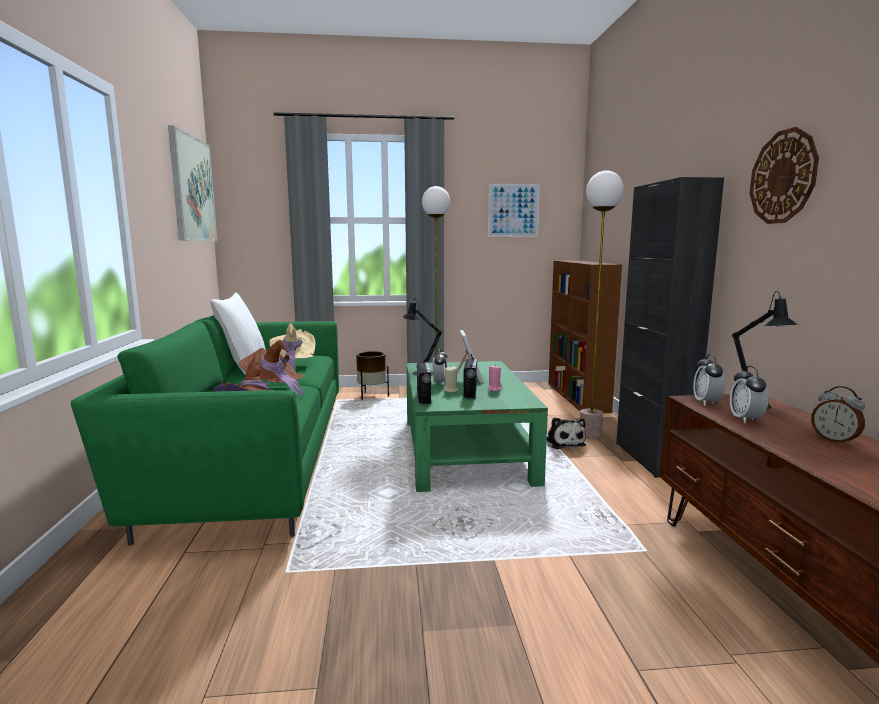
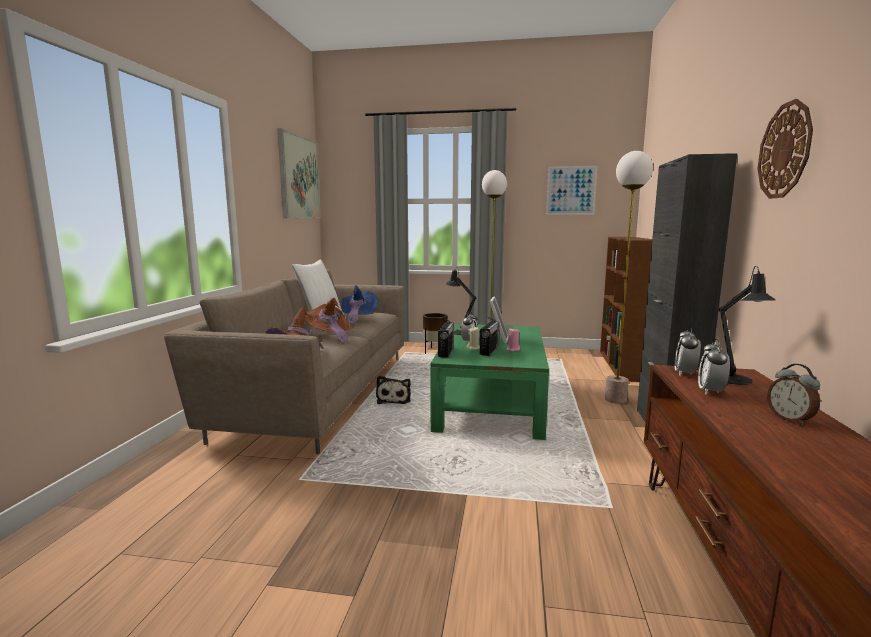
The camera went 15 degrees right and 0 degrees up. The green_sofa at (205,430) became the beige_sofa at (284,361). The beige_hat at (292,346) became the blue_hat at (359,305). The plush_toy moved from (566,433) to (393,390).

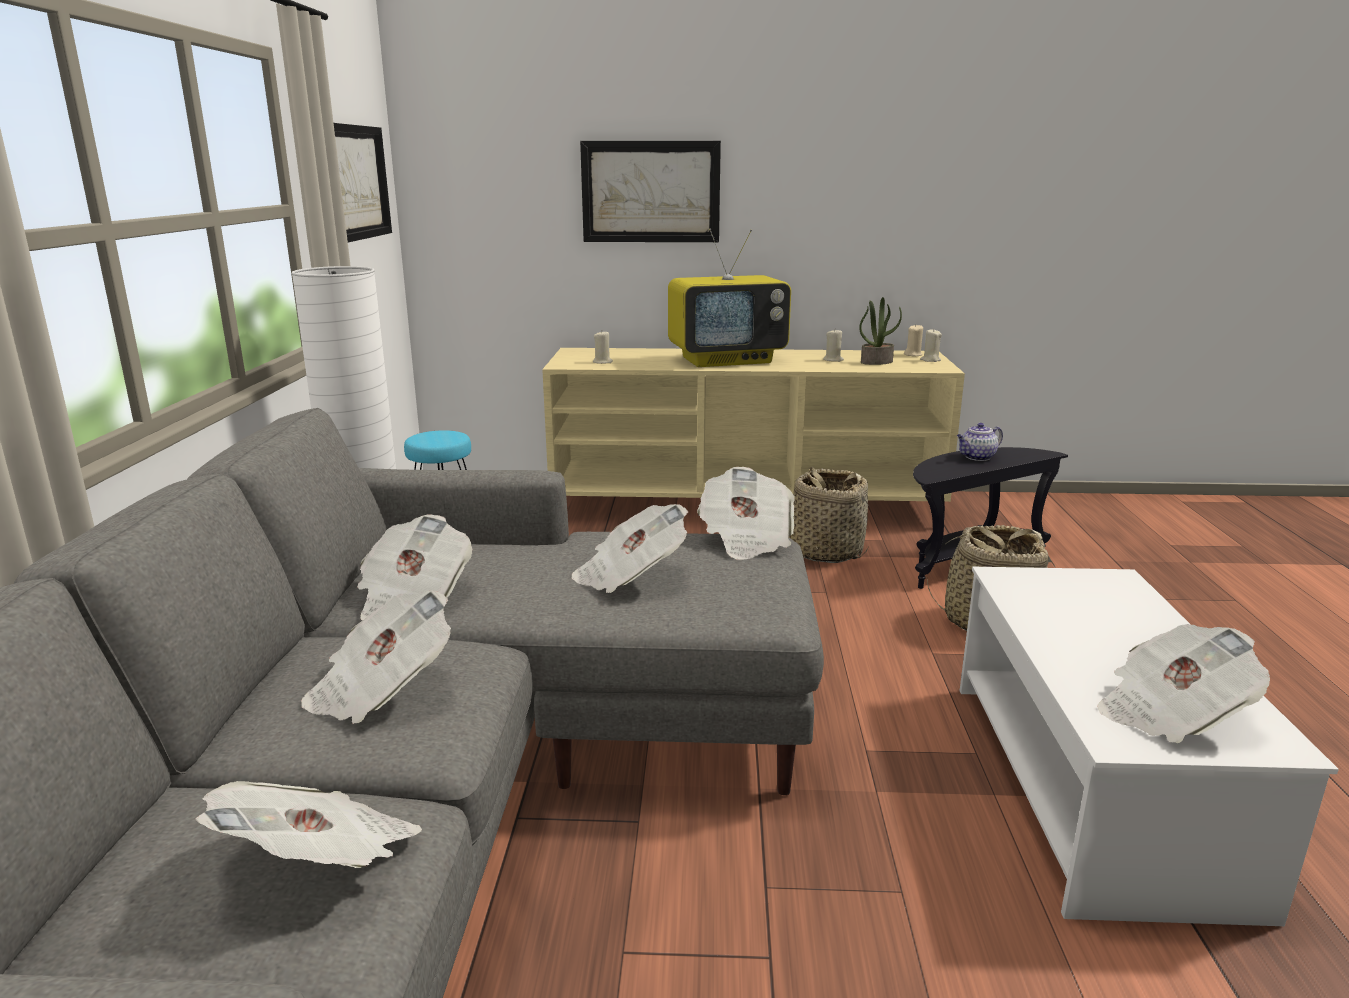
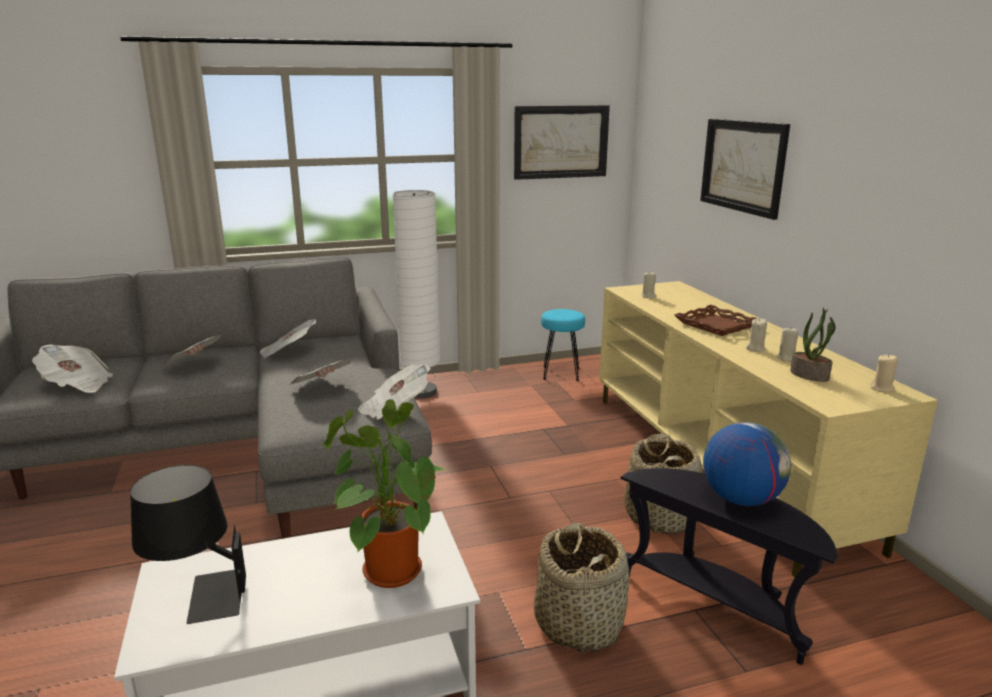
The camera went 70 degrees right and 0 degrees up. The television at (729,298) was replaced by the brown_tray at (715,320). The beige_candle moved from (931,345) to (756,335). The teapot at (980,442) was replaced by the globe at (747,464). The newspaper at (1183,683) was replaced by the black_table_lamp at (188,544). The potted_plant at (386,493) appeared.

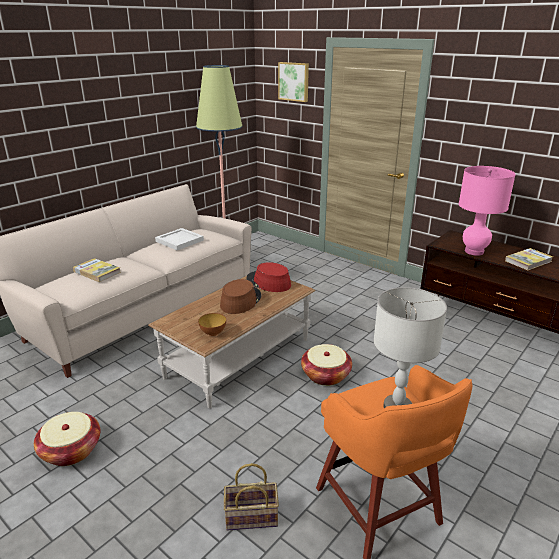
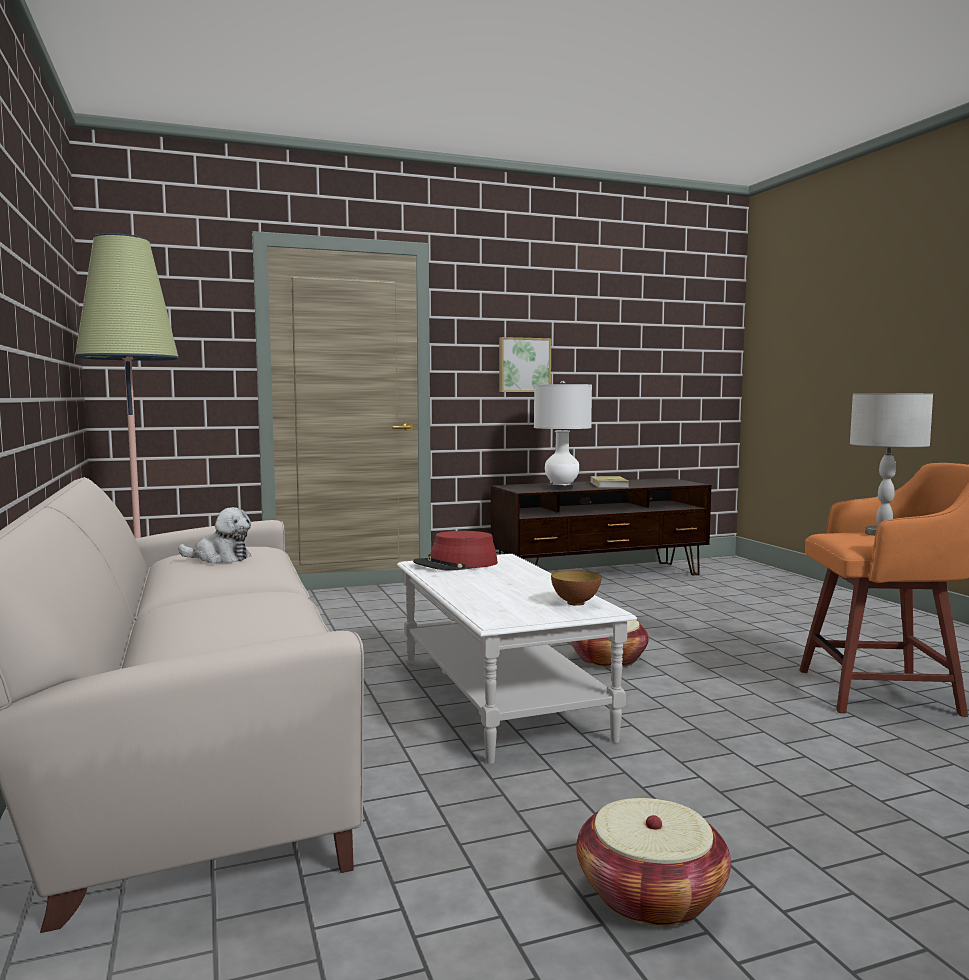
The camera went 60 degrees left and 20 degrees down. The picture moved from (293,82) to (525,364). The pink_table_lamp at (487,211) became the white_table_lamp at (563,435). The white_tray at (179,239) was replaced by the plush_toy at (214,535). The book at (97,270) disappeared. The brown_coffee_table at (232,342) became the white_coffee_table at (517,659). The brown_hat at (240,296) disappeared. The basket at (251,496) disappeared.

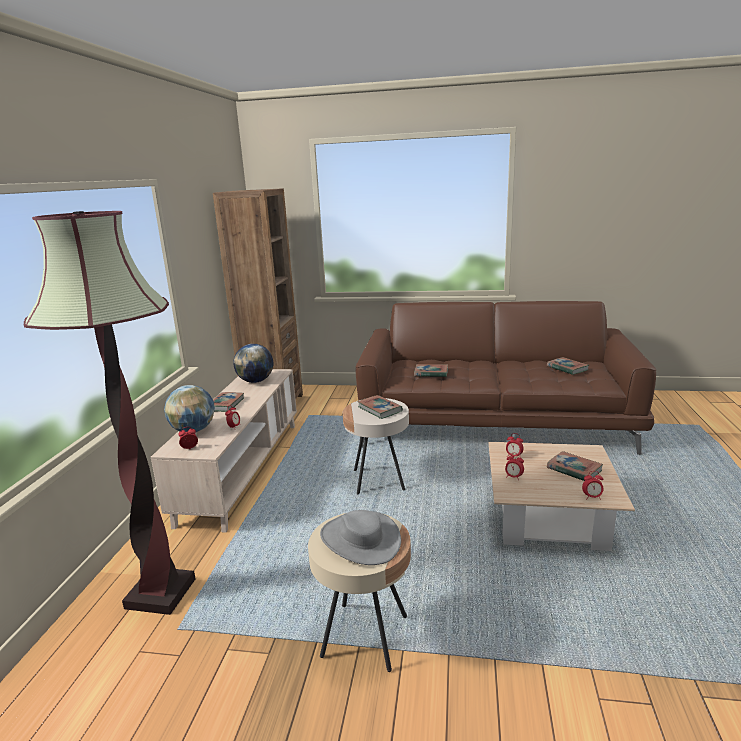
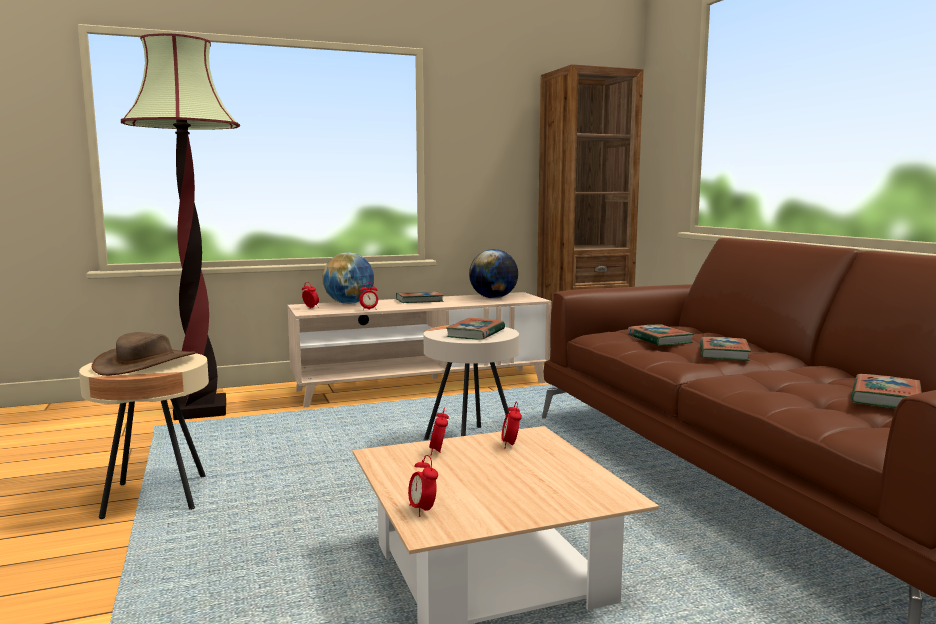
The camera went 60 degrees right and 10 degrees down. The book moved from (575,466) to (725,349). The grey_hat at (360,537) became the brown_hat at (144,354).

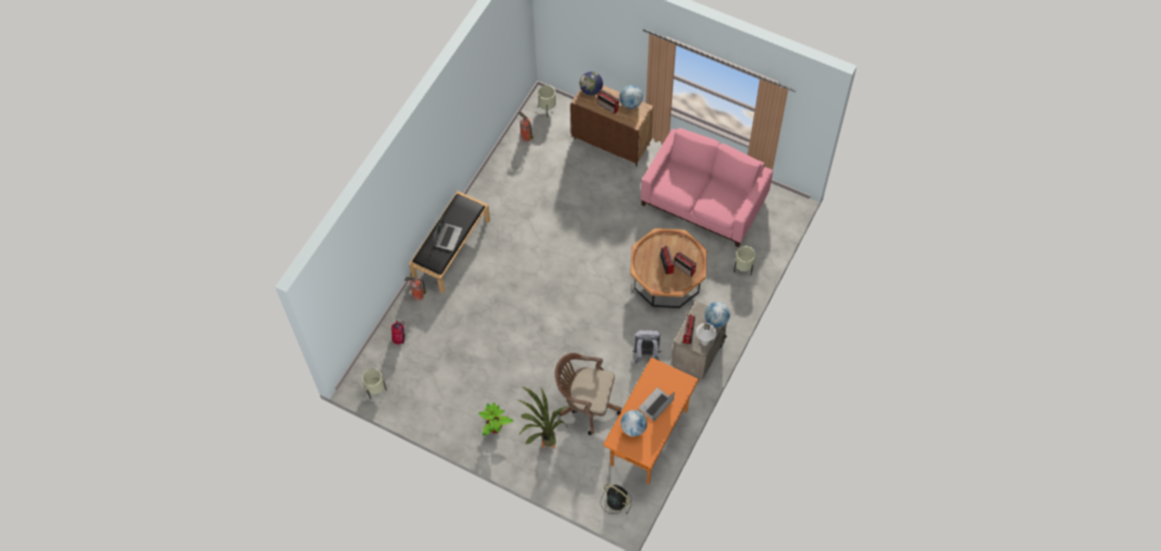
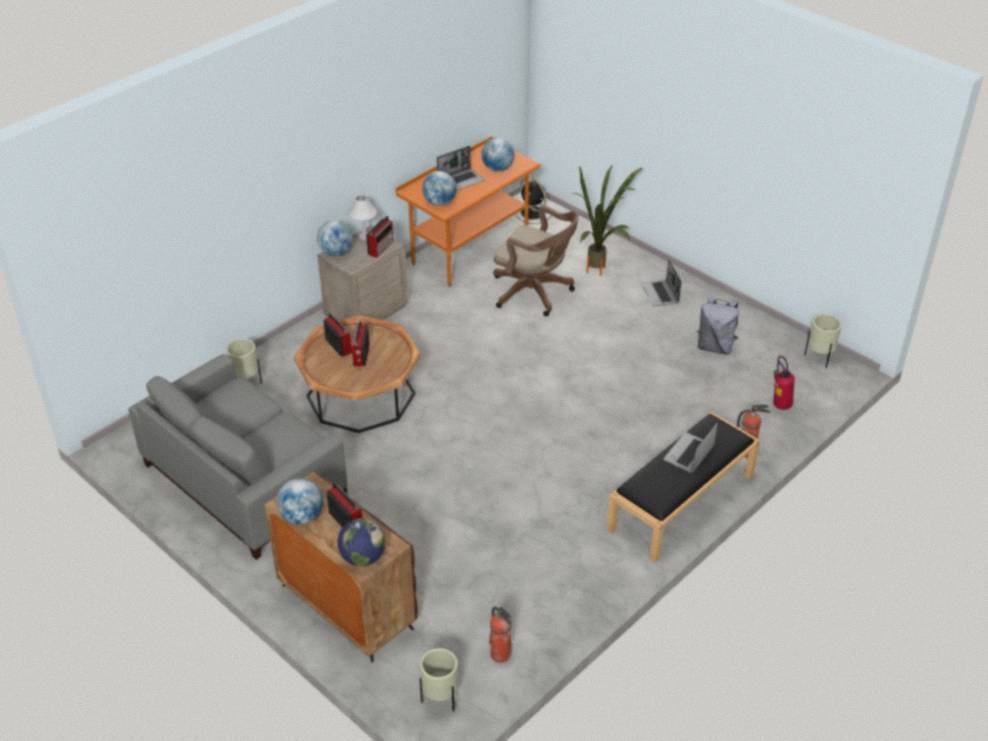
The camera went 165 degrees left and 20 degrees down. The pink_sofa at (707,188) became the grey_sofa at (238,457). The grey_backpack moved from (646,347) to (718,325). The potted_plant at (496,419) was replaced by the laptop at (661,282). The globe at (439,188) appeared.

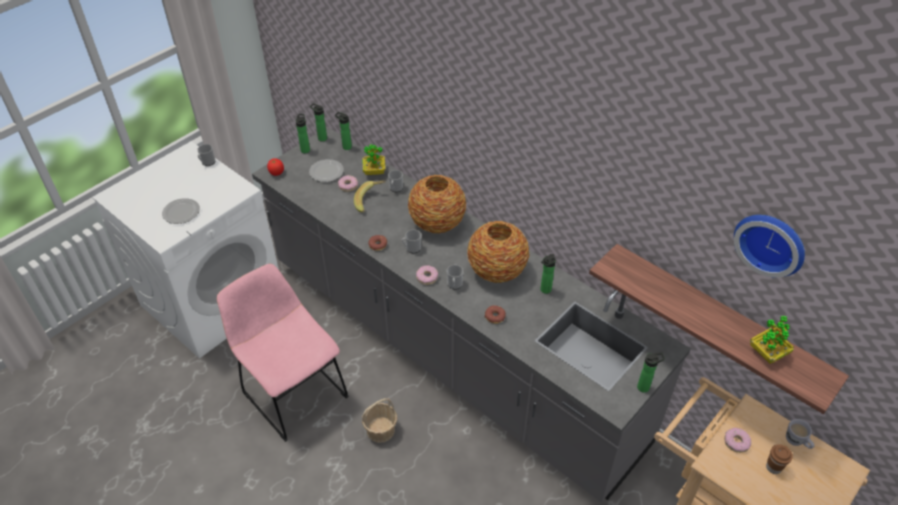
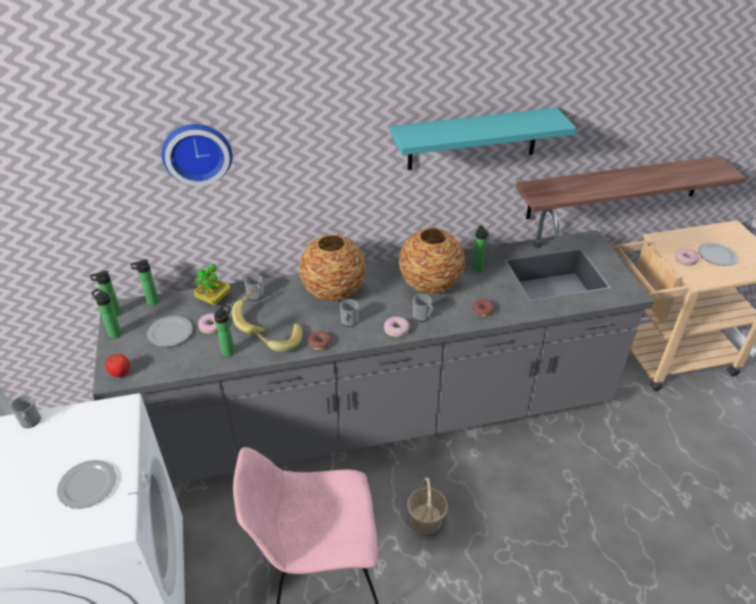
The camera went 55 degrees left and 5 degrees down. The wall_clock moved from (769,246) to (196,155). The potted_plant at (772,340) disappeared. The bottle moved from (651,373) to (224,331). The white_mug at (800,434) disappeared. The brown_cup at (779,459) was replaced by the plate at (718,254). The turquoise_shelf at (483,139) appeared. The banana at (279,337) appeared.

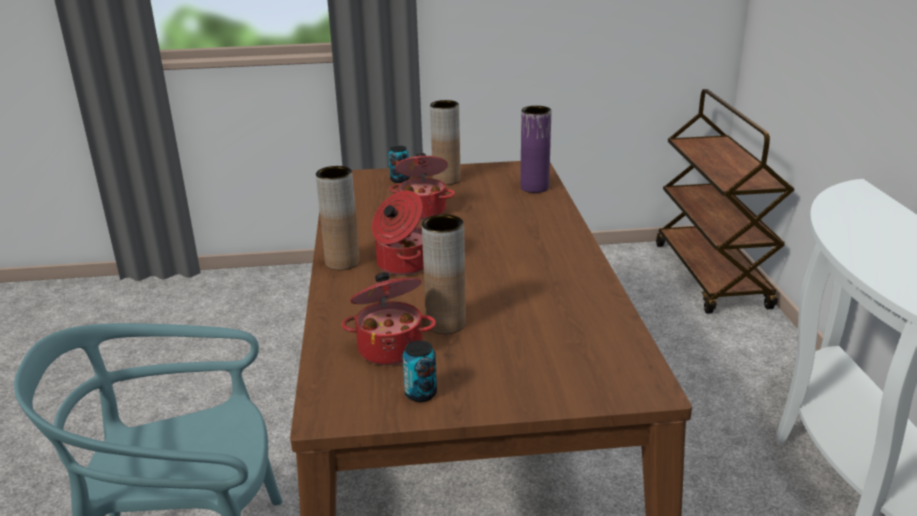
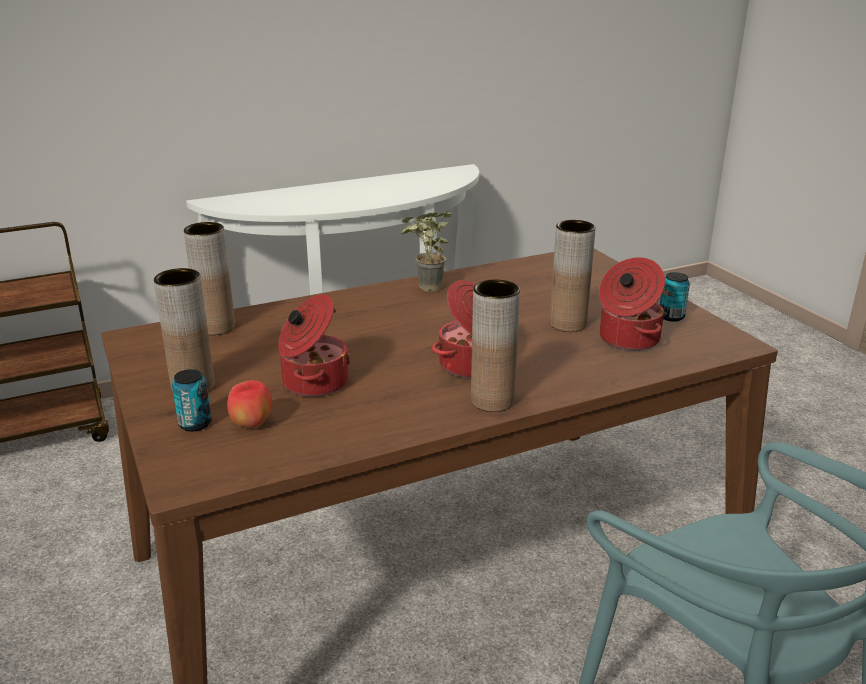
The camera went 110 degrees left and 0 degrees up. The purple_vase at (535,149) became the brown_vase at (209,278). The potted_plant at (426,251) appeared. The apple at (249,404) appeared.

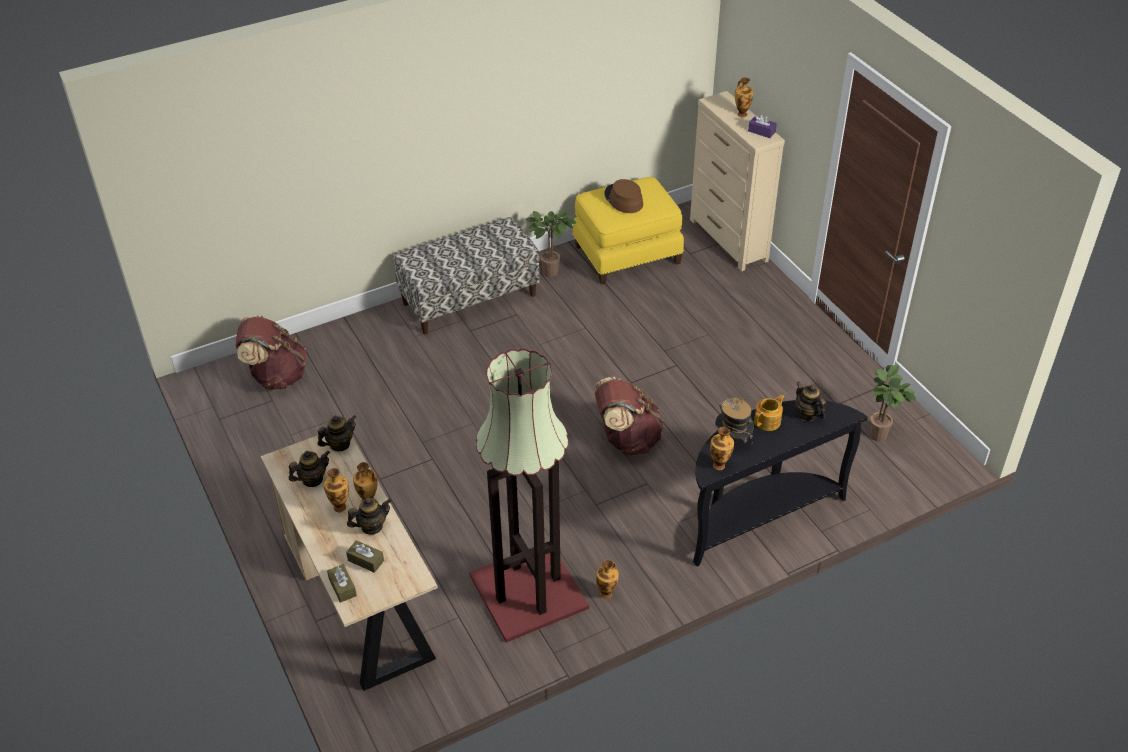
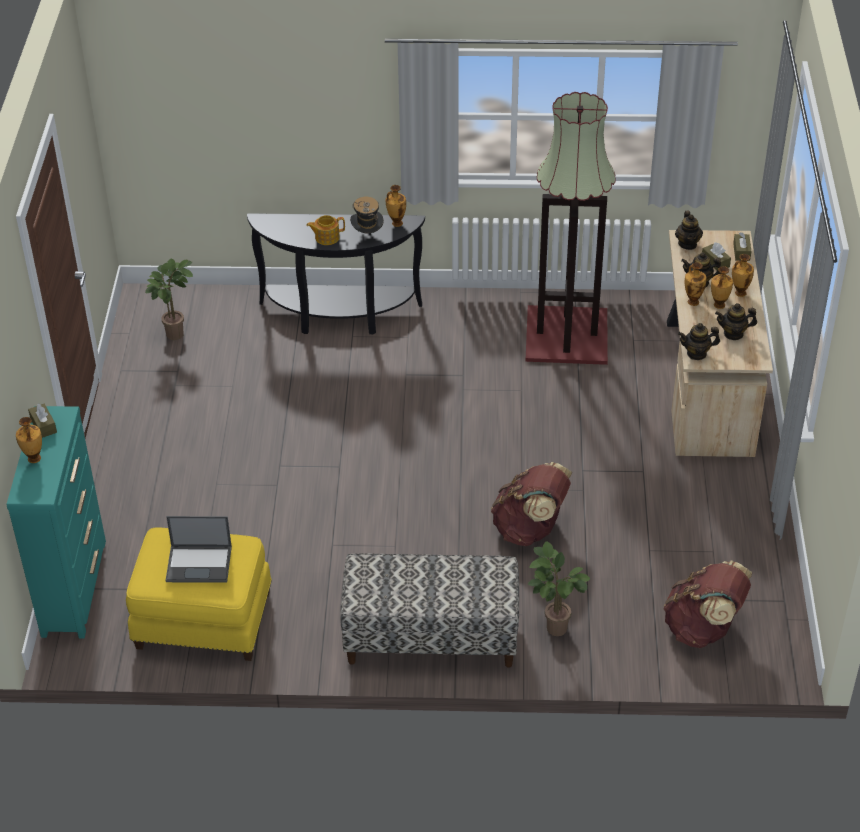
The camera went 150 degrees left and 0 degrees up. The beige_dresser at (737,181) became the turquoise_dresser at (56,522). The purple_tissue_box at (762,126) became the brown_tissue_box at (42,421). The brown_hat at (623,196) was replaced by the laptop at (198,549). The potted_plant moved from (550,243) to (559,588). The brown_backpack moved from (629,416) to (531,504). The teapot moved from (810,401) to (689,230). The vase moved from (607,579) to (743,275).

